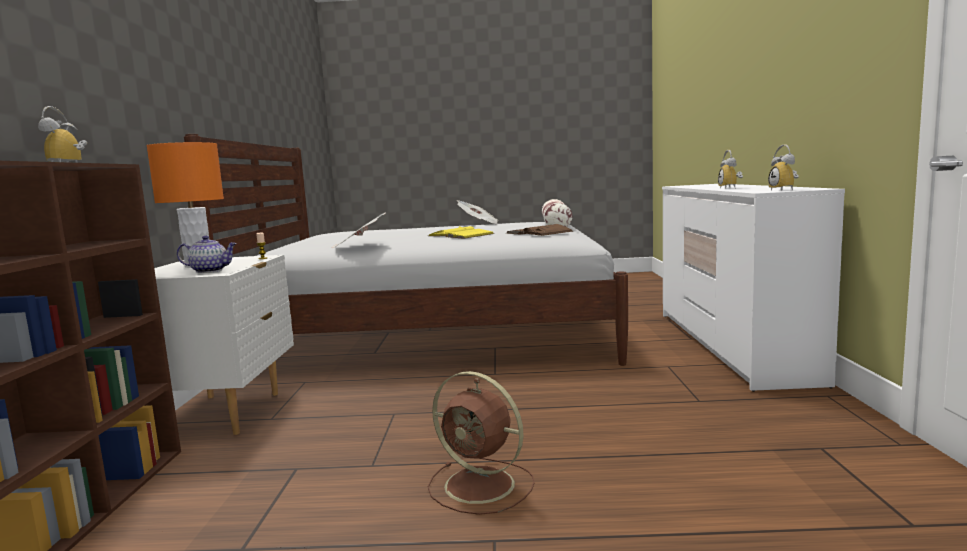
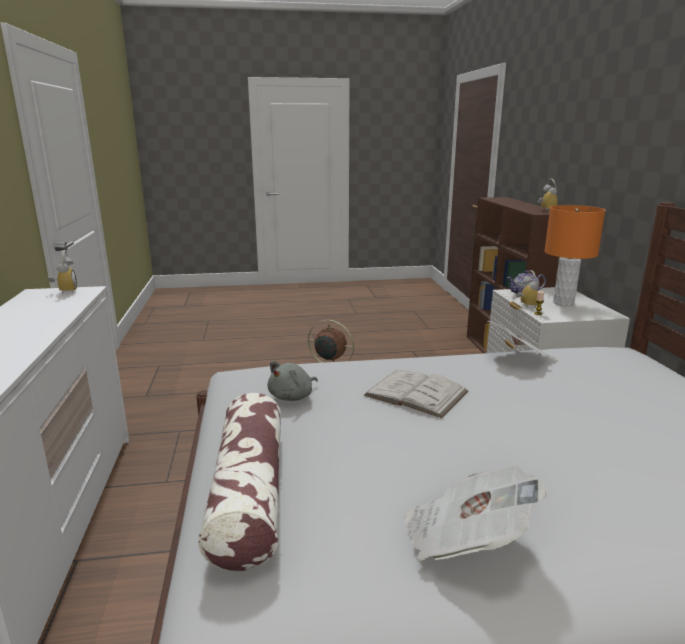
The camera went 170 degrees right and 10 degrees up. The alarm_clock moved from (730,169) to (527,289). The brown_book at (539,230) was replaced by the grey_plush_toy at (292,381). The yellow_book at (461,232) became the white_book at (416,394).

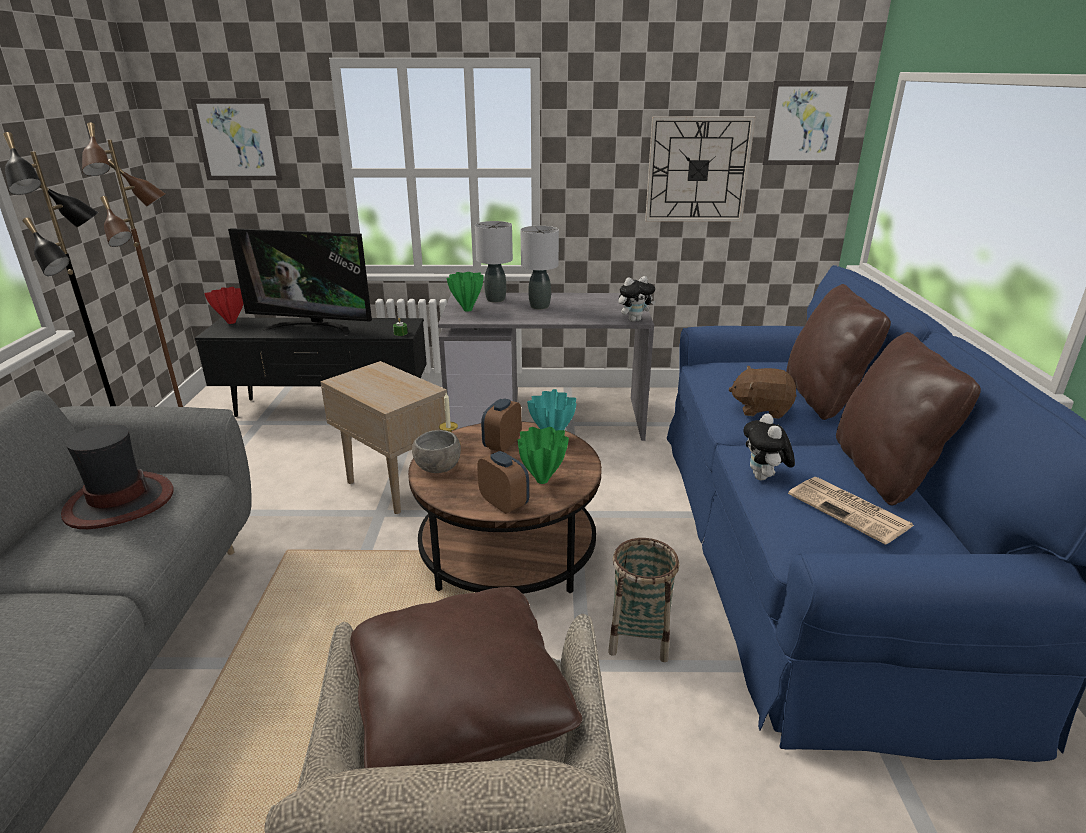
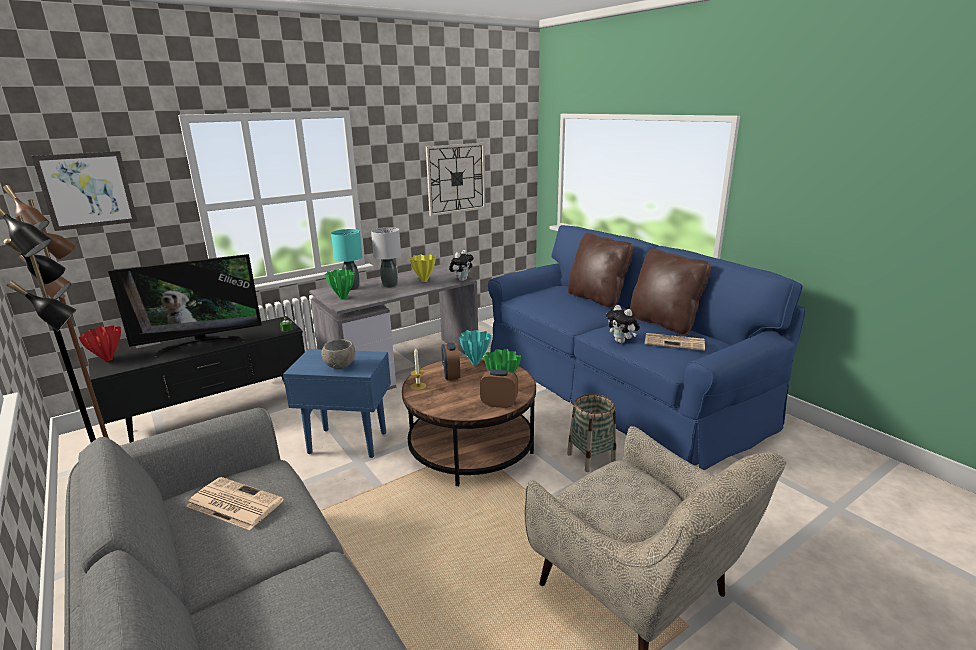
The camera went 35 degrees left and 5 degrees down. The picture at (808,123) disappeared. The grey_table_lamp at (494,262) became the turquoise_table_lamp at (346,259). The beige_side_table at (383,437) became the blue_side_table at (337,403). The brown_plush_toy at (763,392) disappeared. The hat at (117,476) was replaced by the newspaper at (235,503). The grey_bowl moved from (436,451) to (338,354). The brown_pillow at (466,677) disappeared. The yellow_vase at (423,268) appeared.

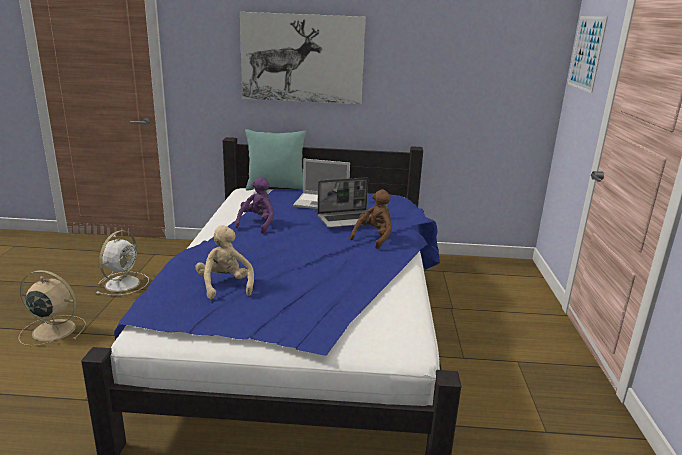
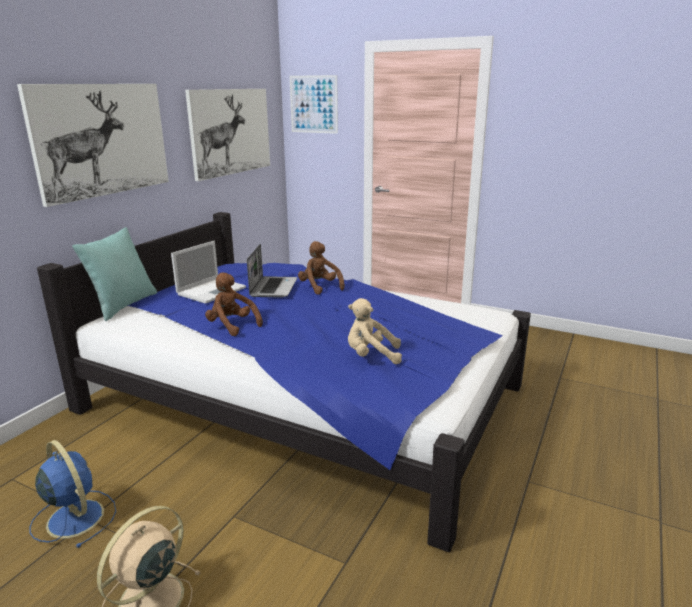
The camera went 65 degrees left and 0 degrees up. The purple_plush_toy at (255,205) became the brown_plush_toy at (234,304). The white_fan at (122,262) became the blue_fan at (73,494). The picture at (227,135) appeared.

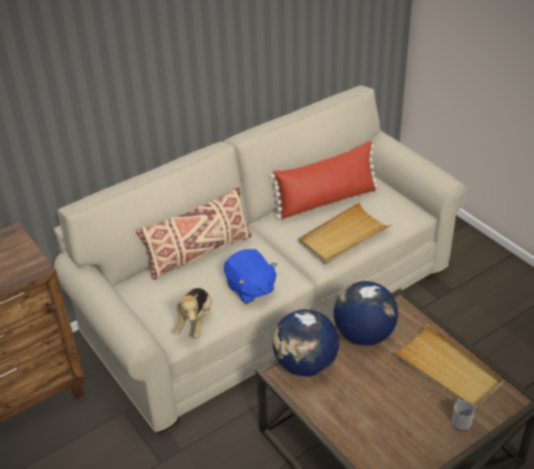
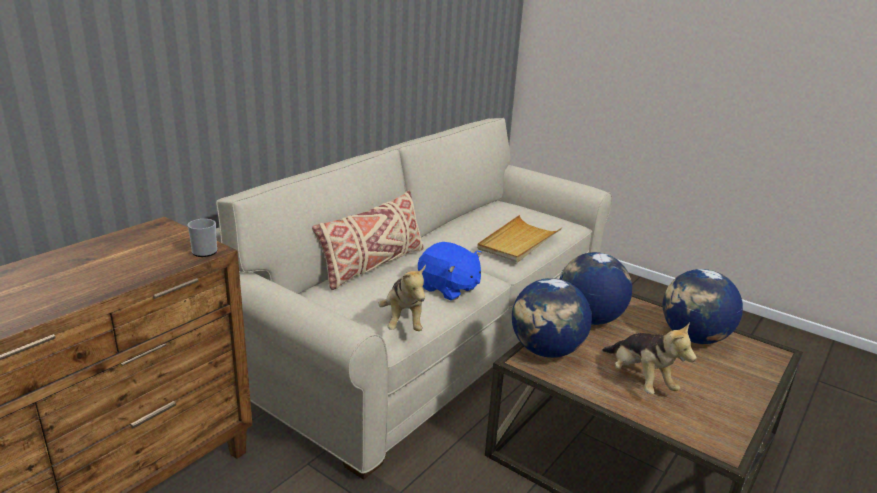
The camera went 20 degrees left and 15 degrees down. The red_pillow at (324,180) disappeared. The beige_tray at (448,366) was replaced by the globe at (703,306). The mug moved from (463,415) to (202,238). The plush_toy at (649,358) appeared.

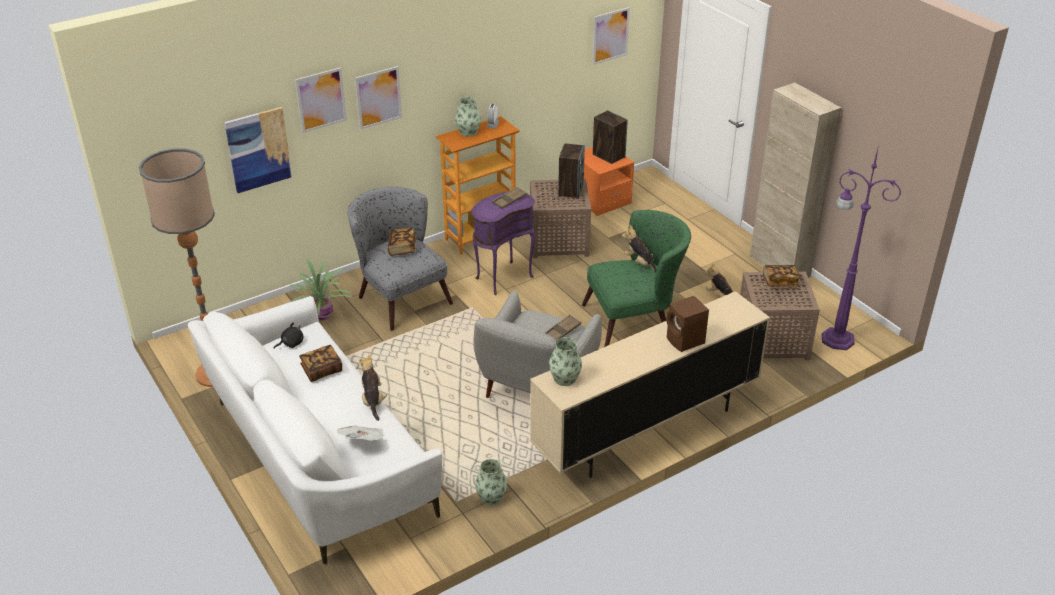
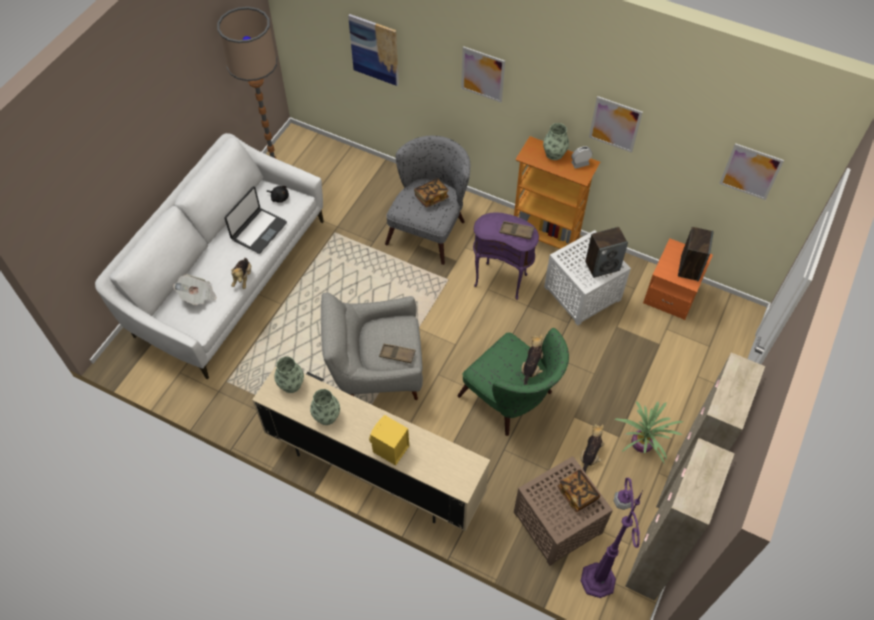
The camera went 60 degrees right and 20 degrees up. The picture moved from (321,100) to (616,124). The brown_side_table at (560,218) became the white_side_table at (587,278). The potted_plant moved from (320,289) to (648,432). The brown_speaker at (687,324) became the yellow_speaker at (389,440). The book at (320,363) was replaced by the laptop at (255,220). The plush_toy at (373,387) turned 135 degrees clockwise. The vase moved from (491,482) to (325,407). The beige_cabinet at (680,519) appeared.

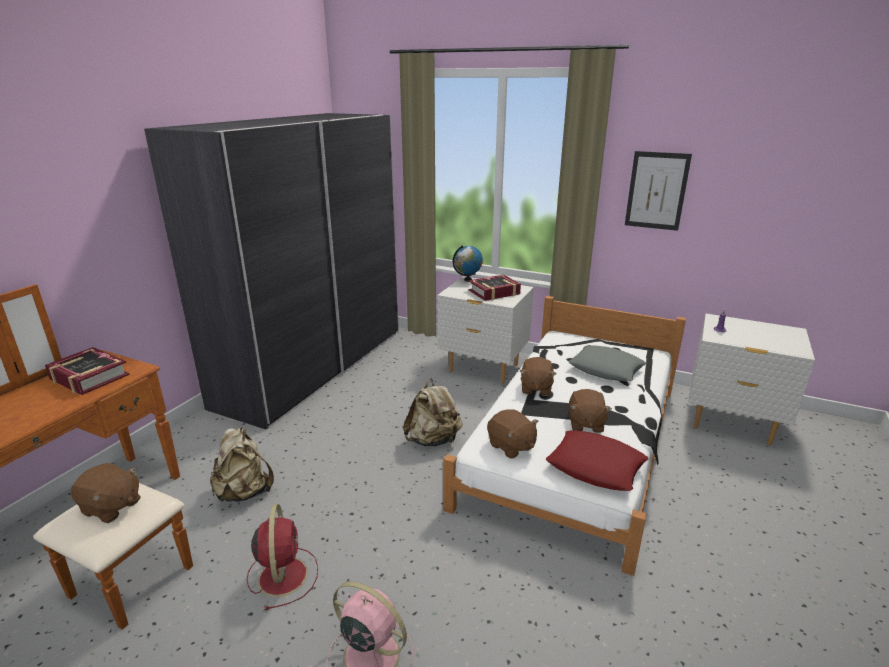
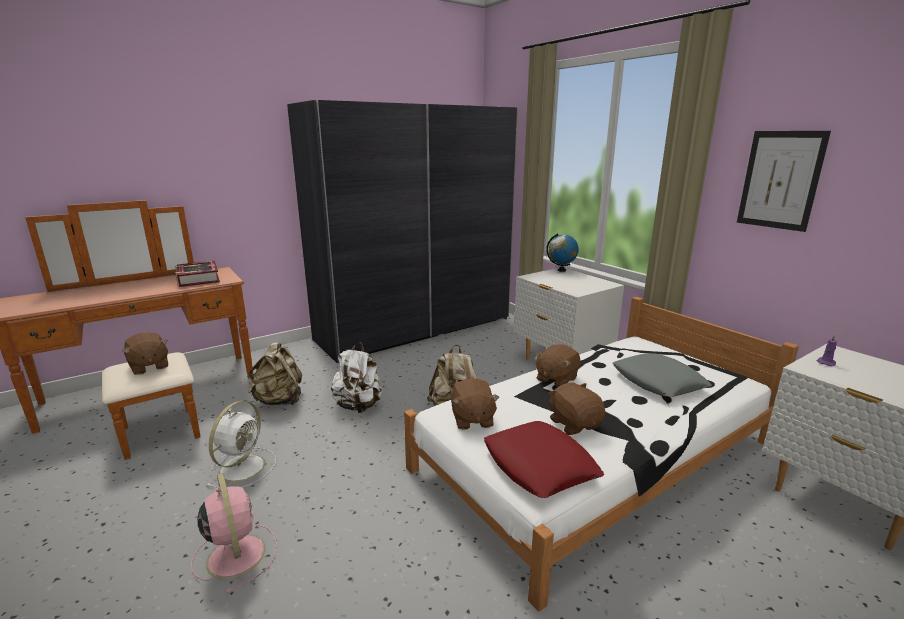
The camera went 30 degrees right and 5 degrees down. The book at (495,288) disappeared. The brown_plush_toy at (590,411) turned 120 degrees clockwise. The red_fan at (282,557) became the white_fan at (241,444). The white_backpack at (356,378) appeared.

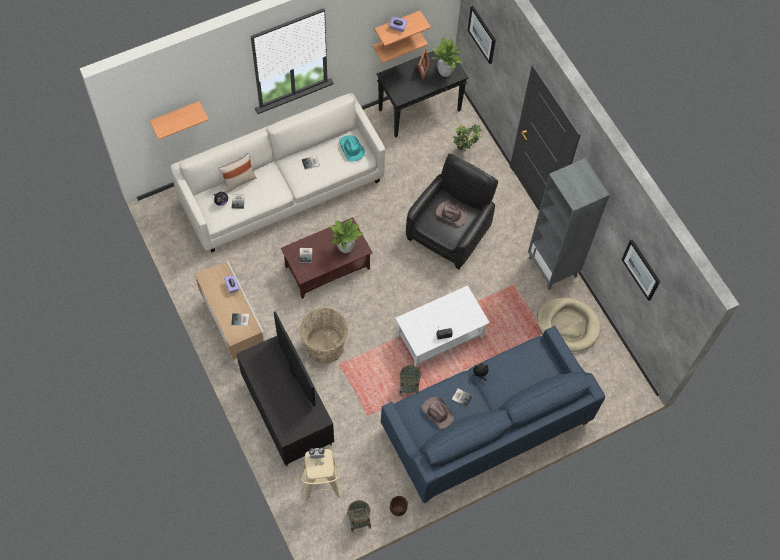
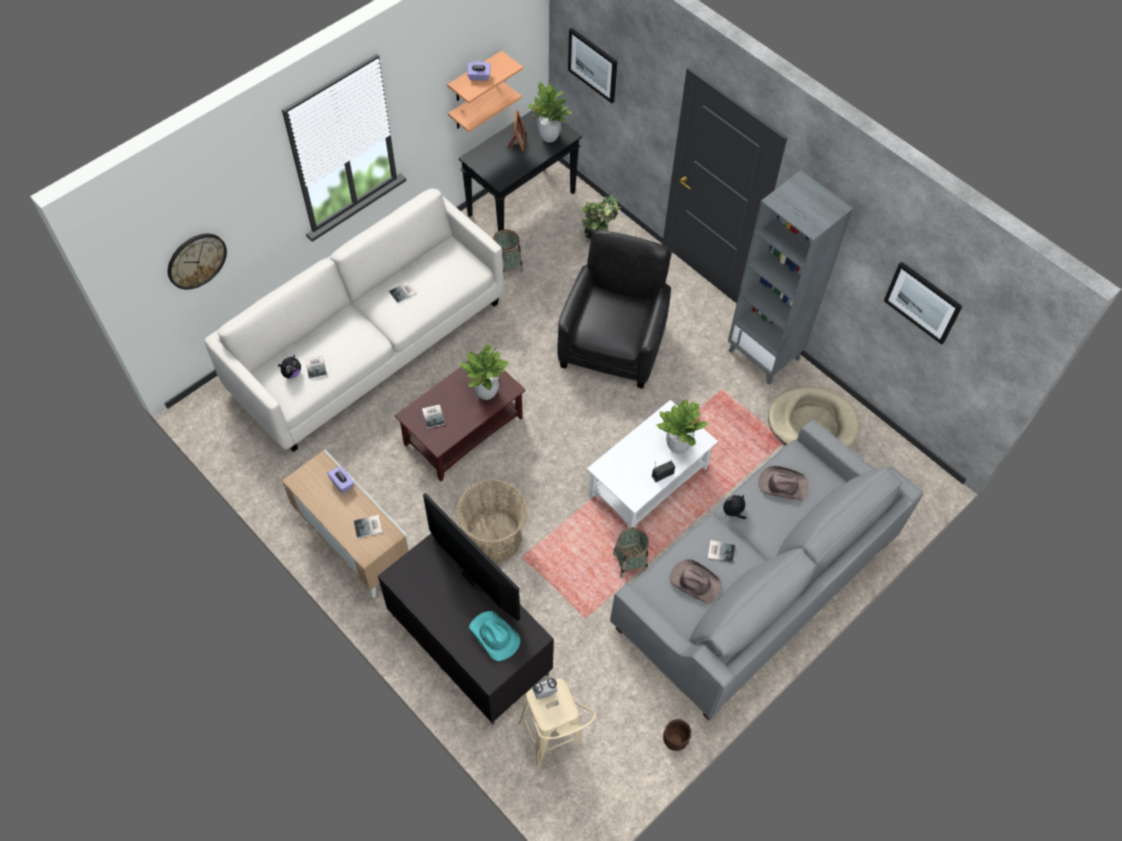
The camera went 15 degrees left and 5 degrees down. The shelf at (179,120) was replaced by the wall_clock at (197,261). The turquoise_hat moved from (352,148) to (494,636). The beige_pillow at (237,173) disappeared. The brown_hat moved from (452,214) to (783,483). The blue_sofa at (493,414) became the grey_sofa at (766,569). The basket moved from (359,516) to (508,254). The potted_plant at (682,426) appeared.

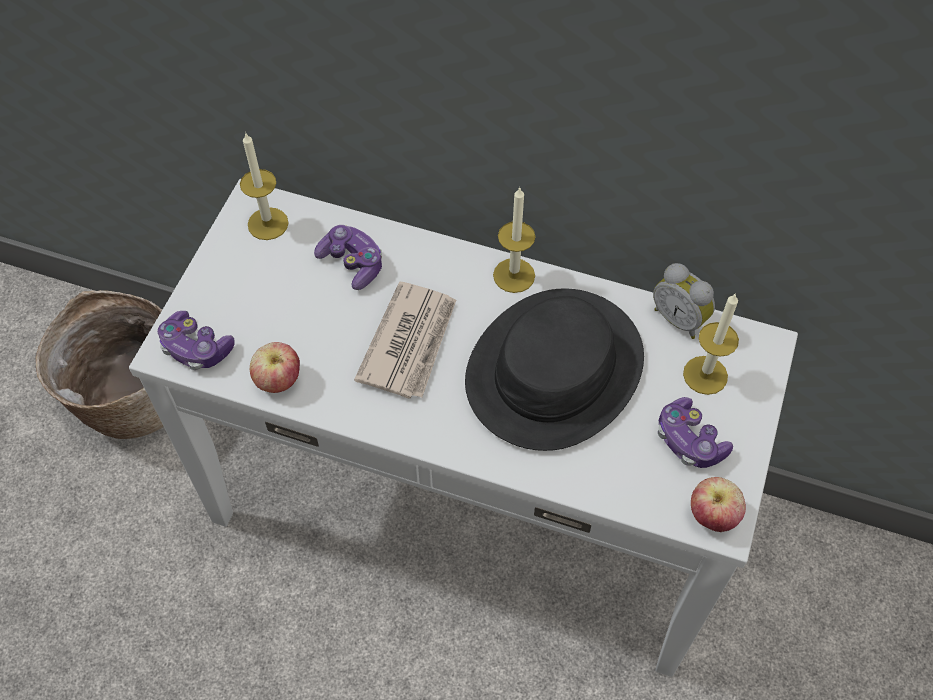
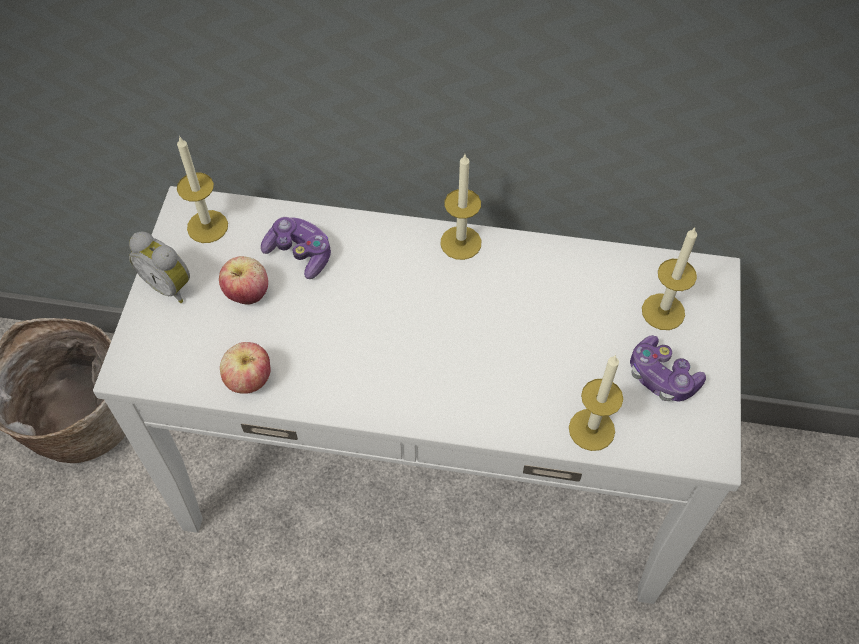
The camera went 10 degrees left and 0 degrees up. The alarm_clock moved from (684,301) to (159,267). The newspaper at (405,339) disappeared. The black_hat at (554,369) disappeared. The game_controller at (196,340) disappeared. The apple moved from (718,504) to (243,280). The candle at (596,403) appeared.

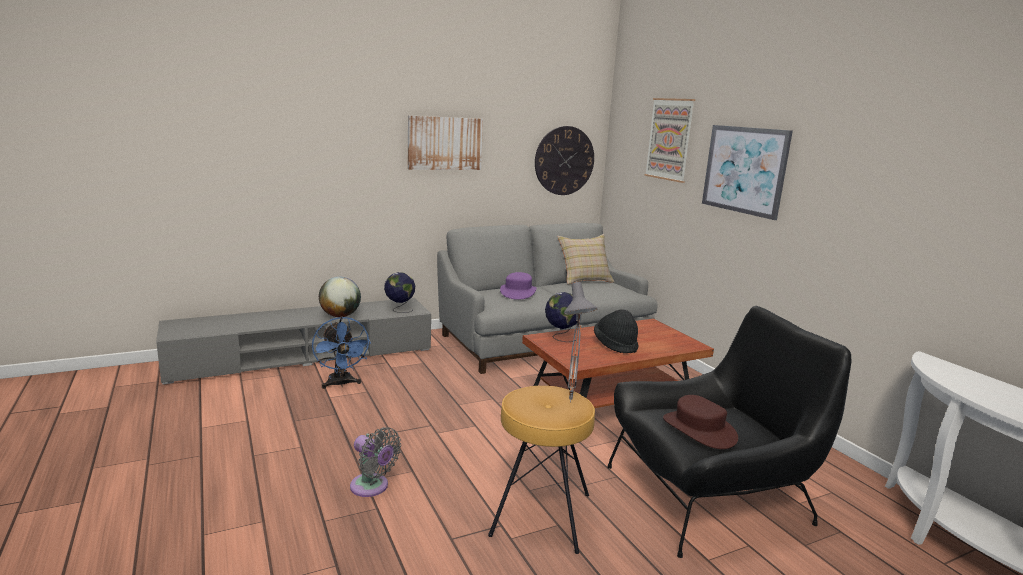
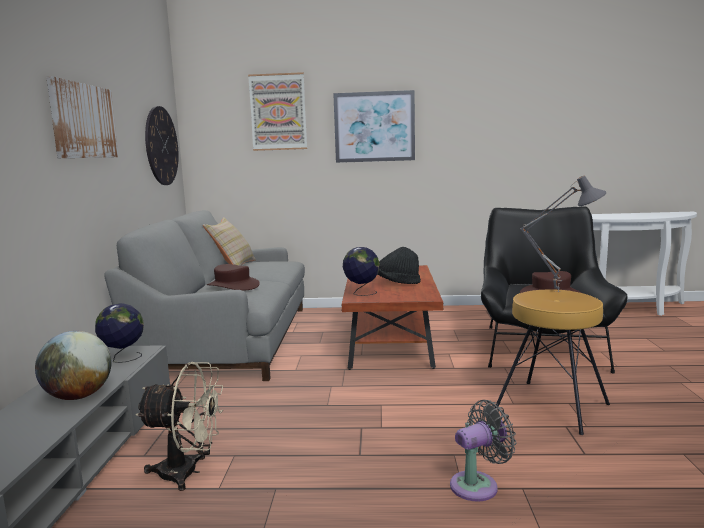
The camera went 60 degrees left and 5 degrees down. The purple_hat at (518,286) became the brown_hat at (233,277). The blue_fan at (341,353) became the beige_fan at (179,426).

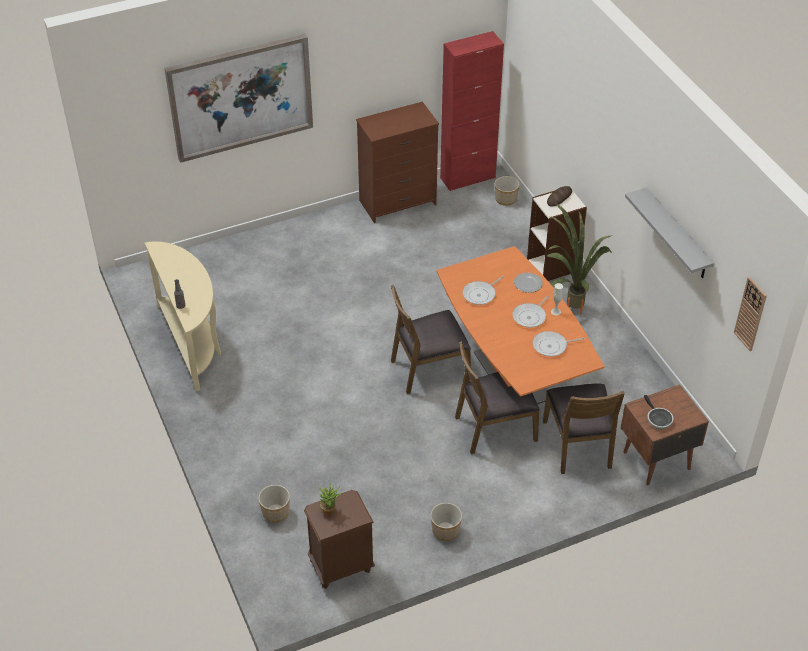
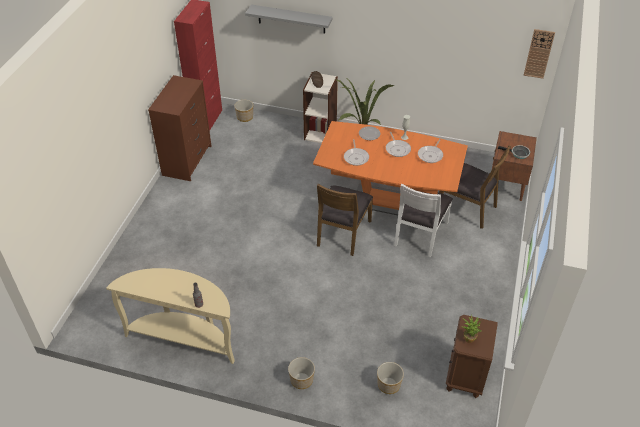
The camera went 50 degrees left and 0 degrees up. The picture at (238,98) disappeared. The grey_shelf moved from (669,232) to (289,19). The brown_chair at (497,397) became the white_chair at (423,220). The planter moved from (446,522) to (301,373).

